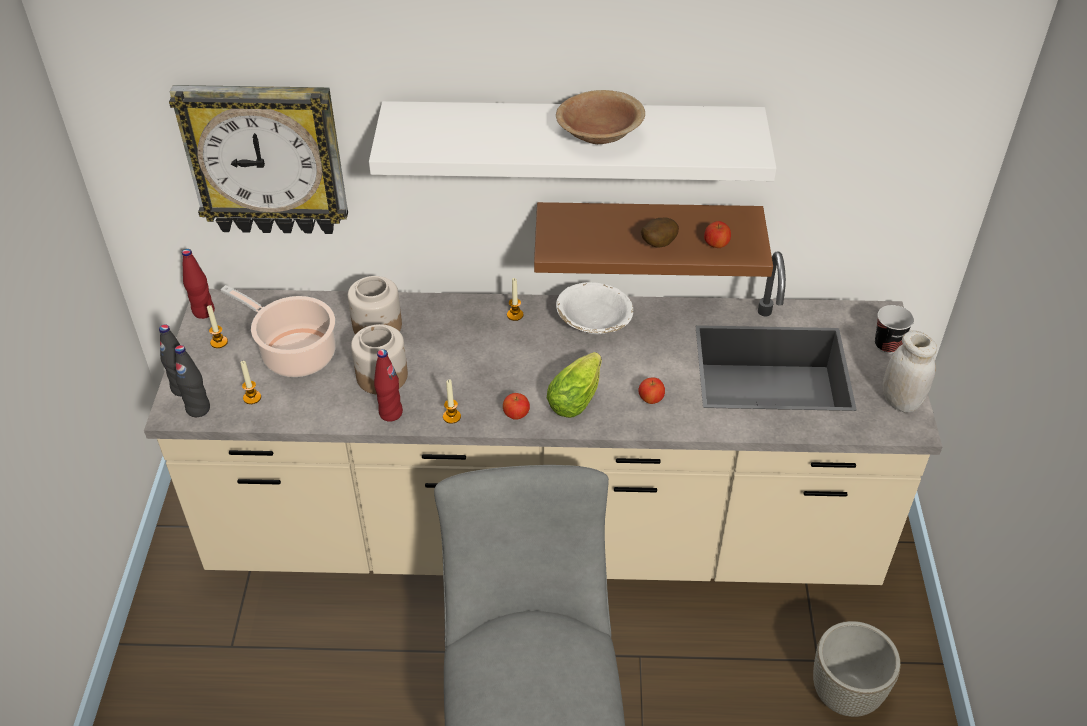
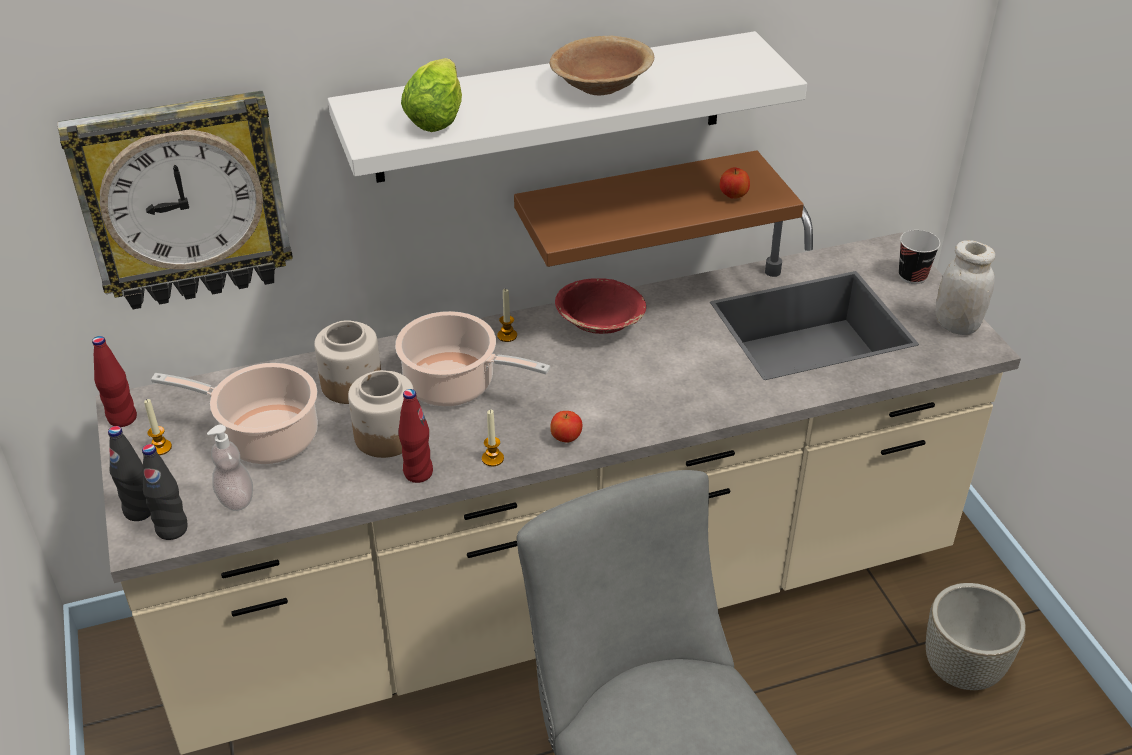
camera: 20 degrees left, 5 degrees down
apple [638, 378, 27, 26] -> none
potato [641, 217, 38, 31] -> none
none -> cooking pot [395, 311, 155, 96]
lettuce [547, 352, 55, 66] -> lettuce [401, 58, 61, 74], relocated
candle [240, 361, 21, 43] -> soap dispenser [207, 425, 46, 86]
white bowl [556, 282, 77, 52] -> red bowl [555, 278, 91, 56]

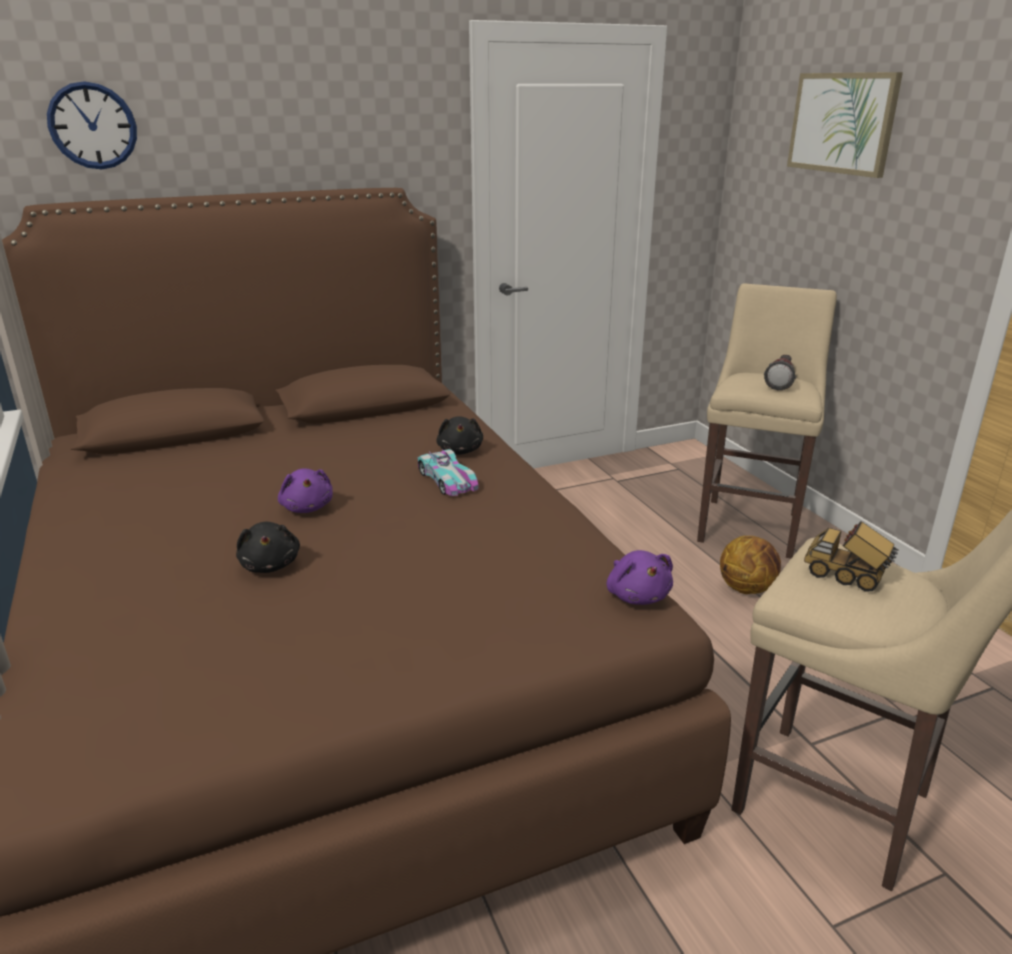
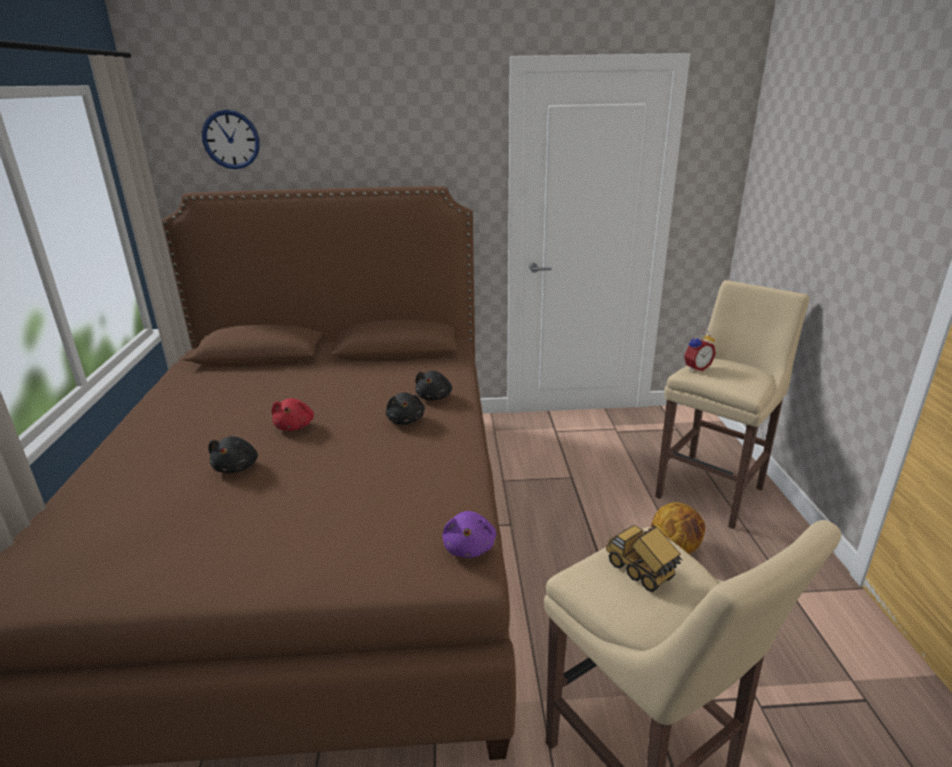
camera: 20 degrees right, 0 degrees up
flashlight [764, 355, 32, 35] -> none
picture [787, 72, 116, 106] -> none
none -> alarm clock [684, 331, 32, 40]
toy car [418, 449, 61, 47] -> black plush toy [385, 393, 40, 32]
purple plush toy [278, 468, 55, 45] -> red plush toy [272, 398, 42, 33]

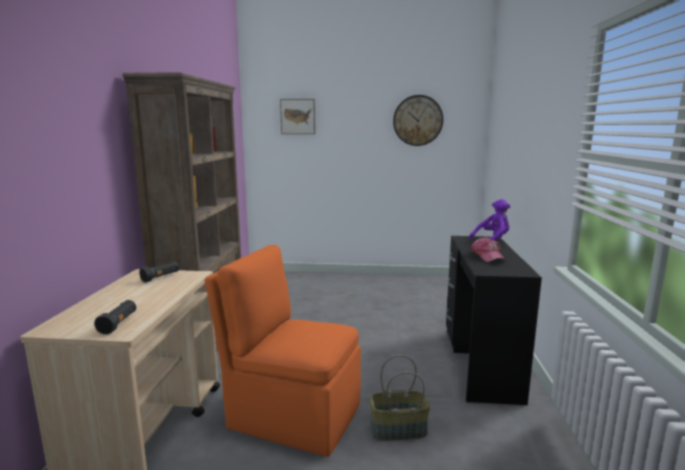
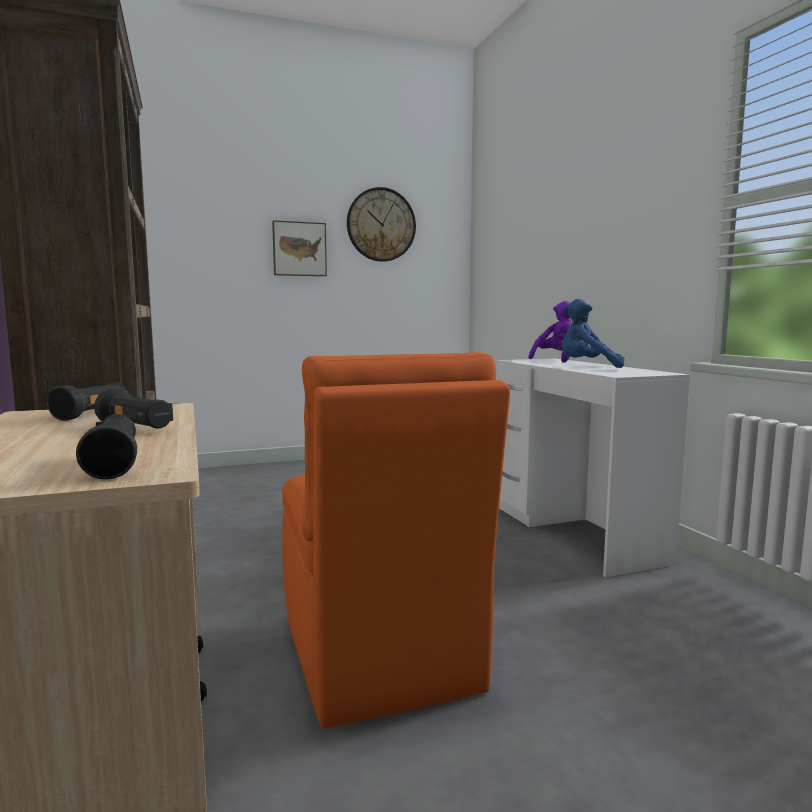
camera: 25 degrees left, 5 degrees down
basket [369, 355, 61, 86] -> none
none -> black flashlight [94, 388, 79, 41]
picture [280, 99, 35, 35] -> picture [272, 220, 55, 56], relocated
cap [471, 237, 35, 25] -> blue plush toy [562, 299, 63, 69]
black desk [446, 236, 96, 169] -> white desk [496, 358, 194, 219]
orange chair [205, 245, 156, 212] -> orange chair [282, 352, 228, 376], 105 degrees counterclockwise

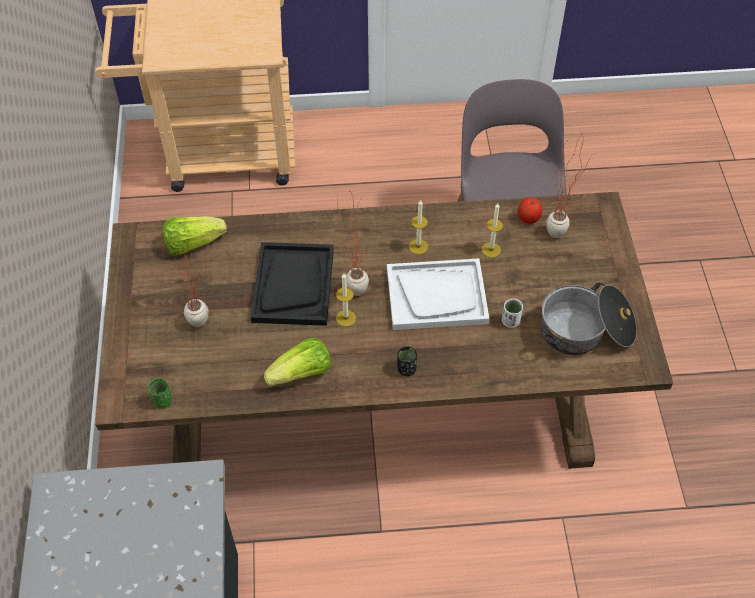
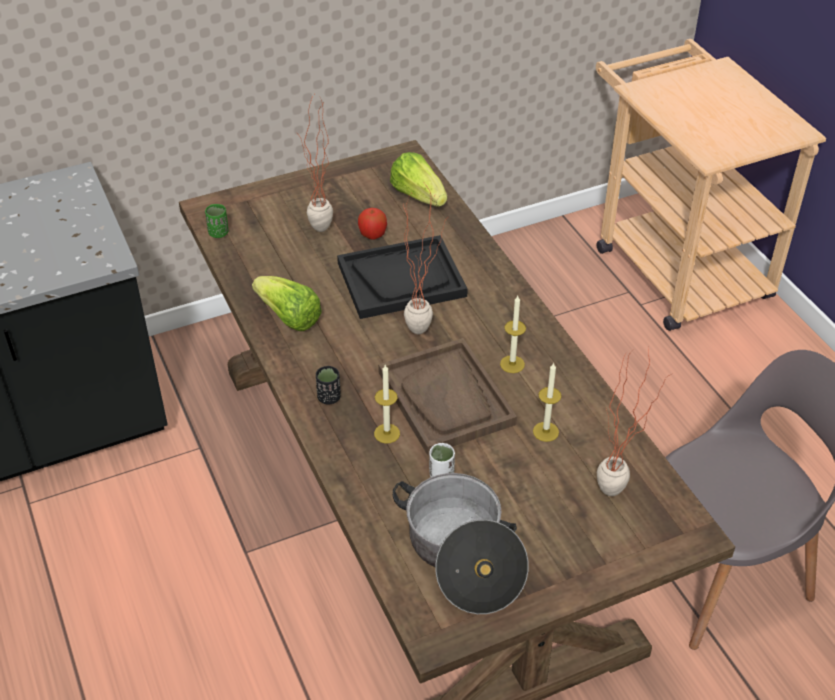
camera: 70 degrees right, 10 degrees down
candle [336, 273, 20, 54] -> candle [374, 365, 26, 79], relocated
apple [518, 197, 24, 27] -> apple [358, 208, 29, 32], relocated
white tray [387, 258, 102, 72] -> brown tray [378, 338, 139, 117]

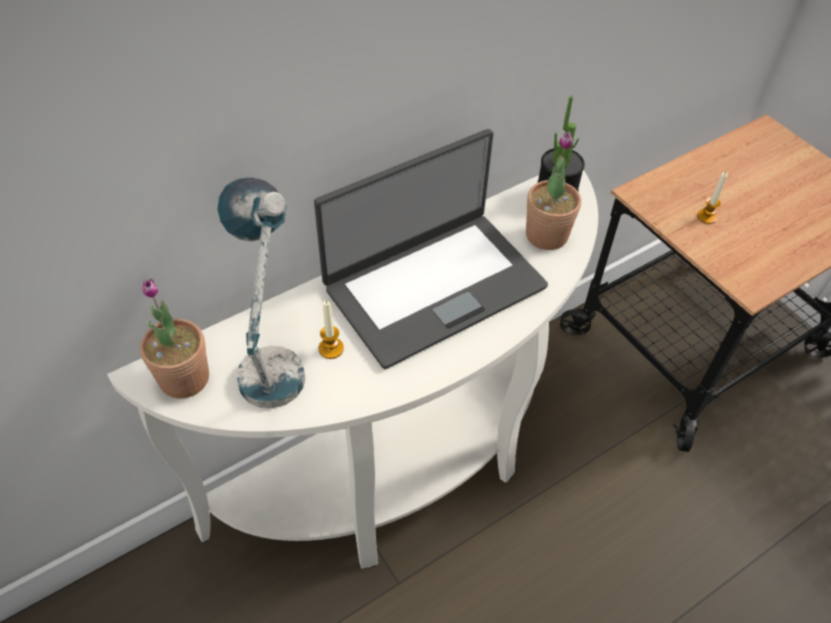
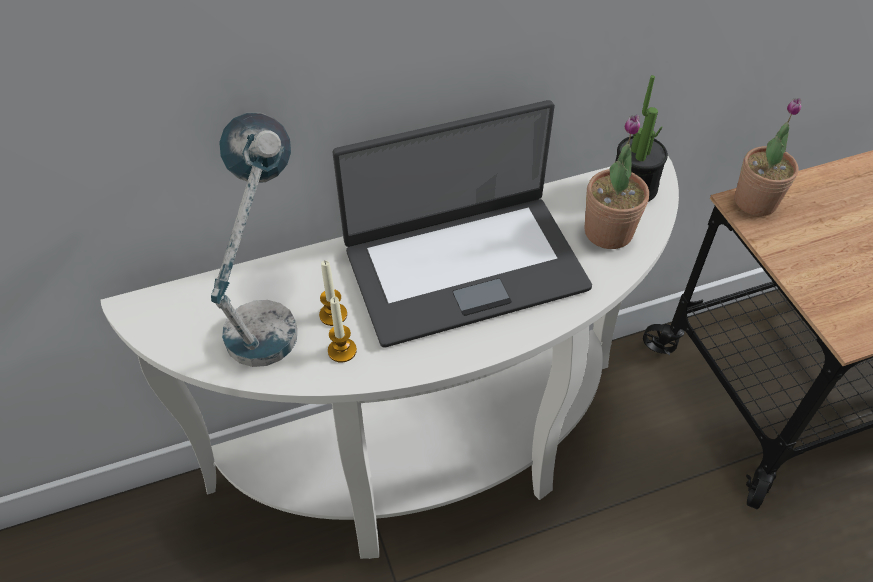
camera: 15 degrees right, 0 degrees up
potted plant [140, 278, 69, 120] -> potted plant [735, 98, 66, 118], relocated
candle [697, 172, 31, 52] -> candle [328, 297, 29, 66], relocated

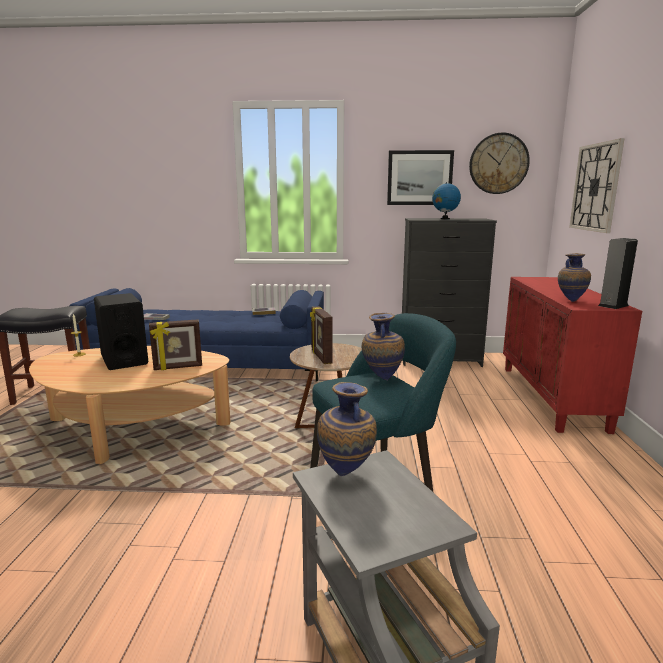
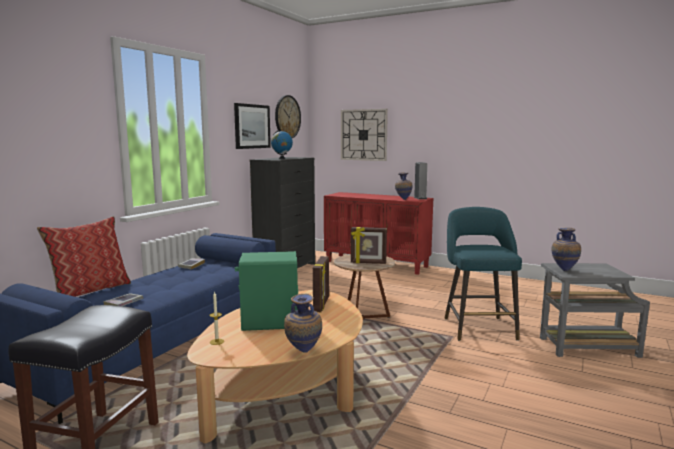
camera: 65 degrees left, 5 degrees down
none -> pillow [37, 216, 94, 81]
vase [362, 313, 43, 68] -> vase [284, 294, 38, 59], relocated
black speaker [94, 293, 54, 77] -> green speaker [235, 251, 63, 80]

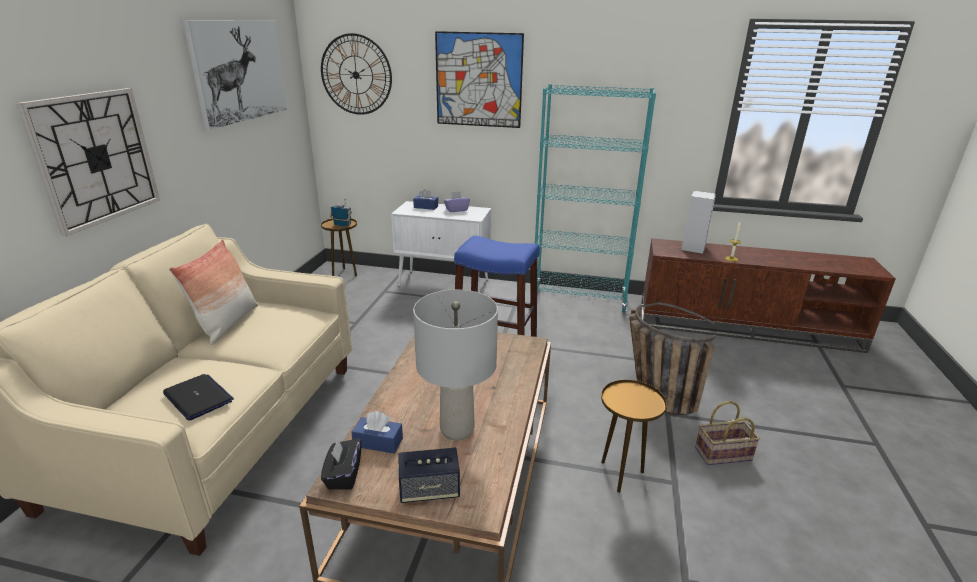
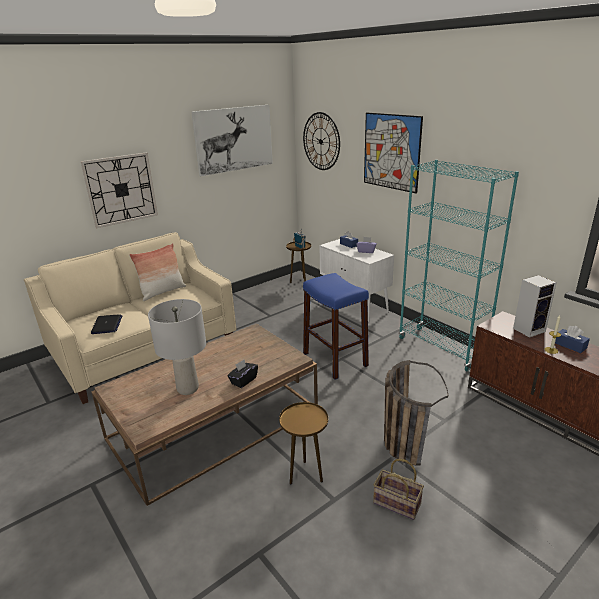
camera: 40 degrees right, 0 degrees up
speaker [399, 448, 61, 55] -> none
black tissue box [321, 438, 40, 52] -> black tissue box [227, 360, 31, 28], relocated
blue tissue box [351, 411, 52, 43] -> blue tissue box [555, 326, 35, 27], relocated

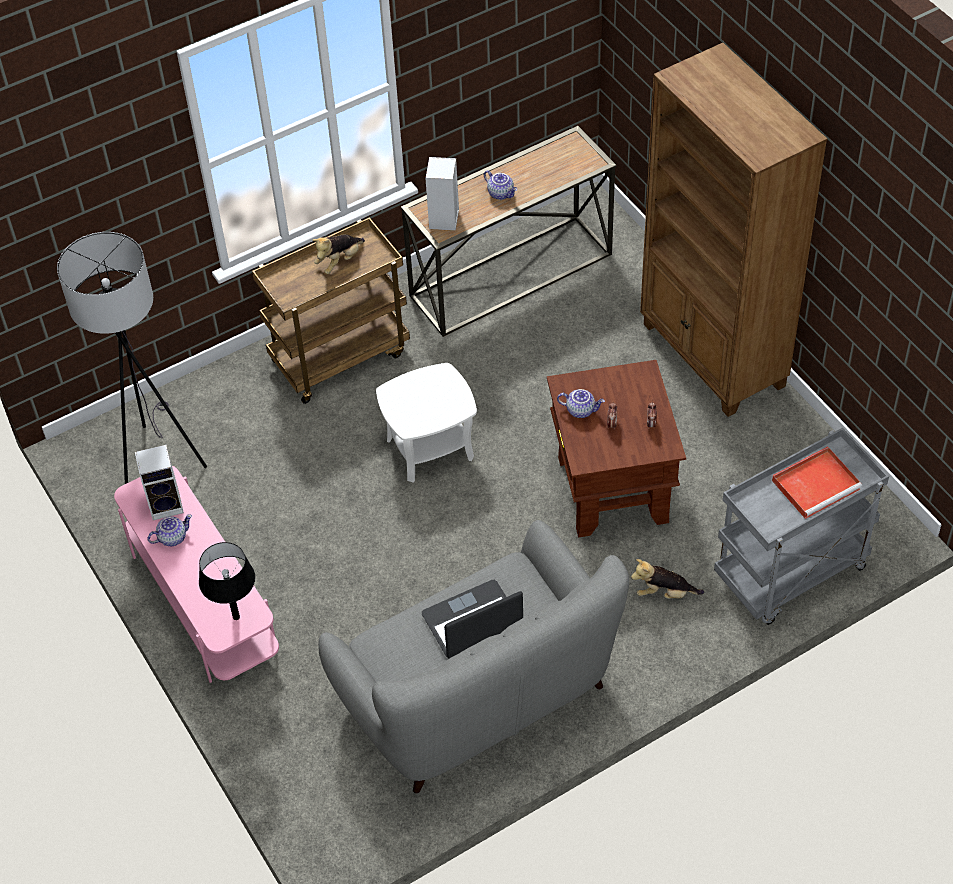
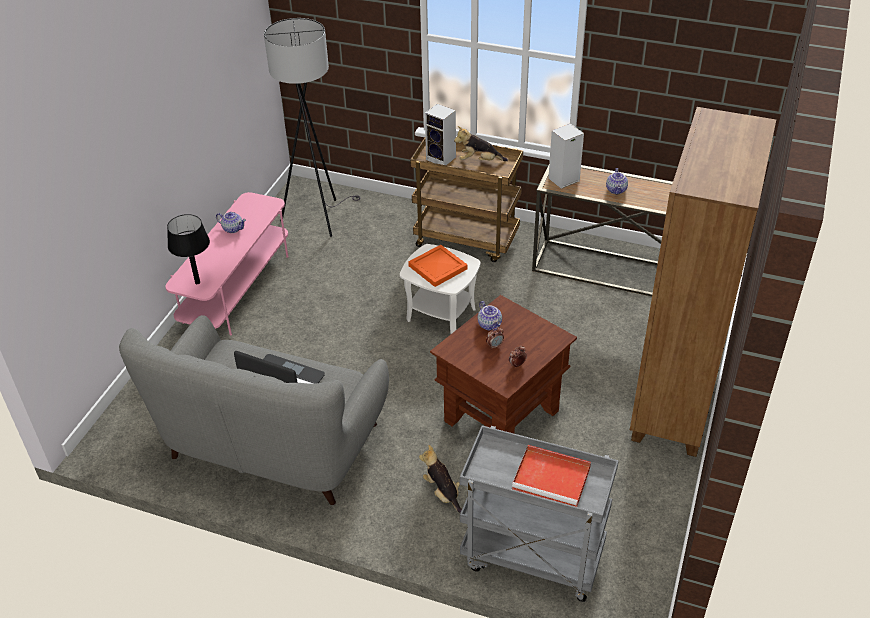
camera: 50 degrees right, 10 degrees down
none -> orange tray [408, 245, 60, 42]
speaker [135, 445, 49, 75] -> speaker [425, 104, 31, 61], relocated

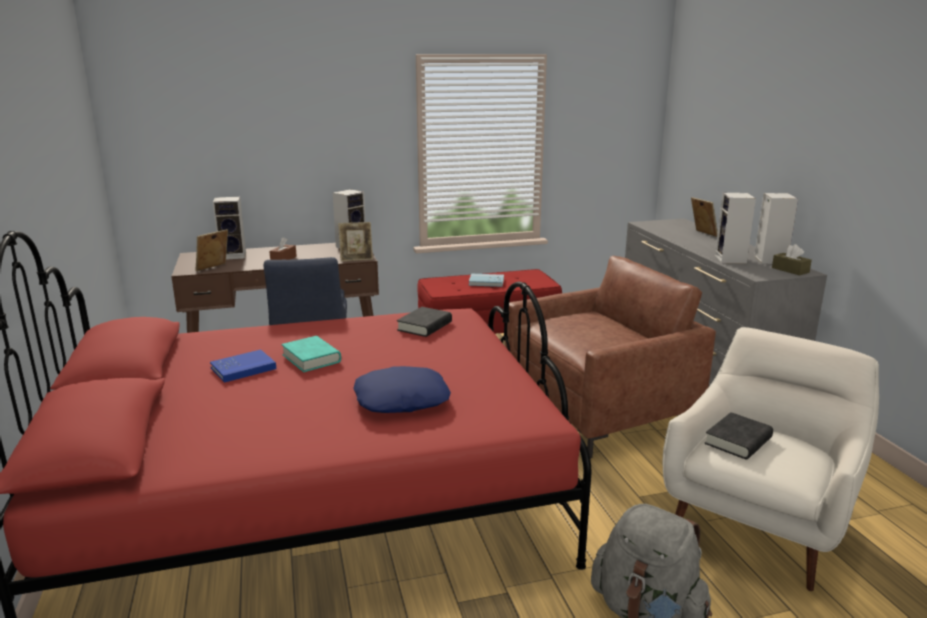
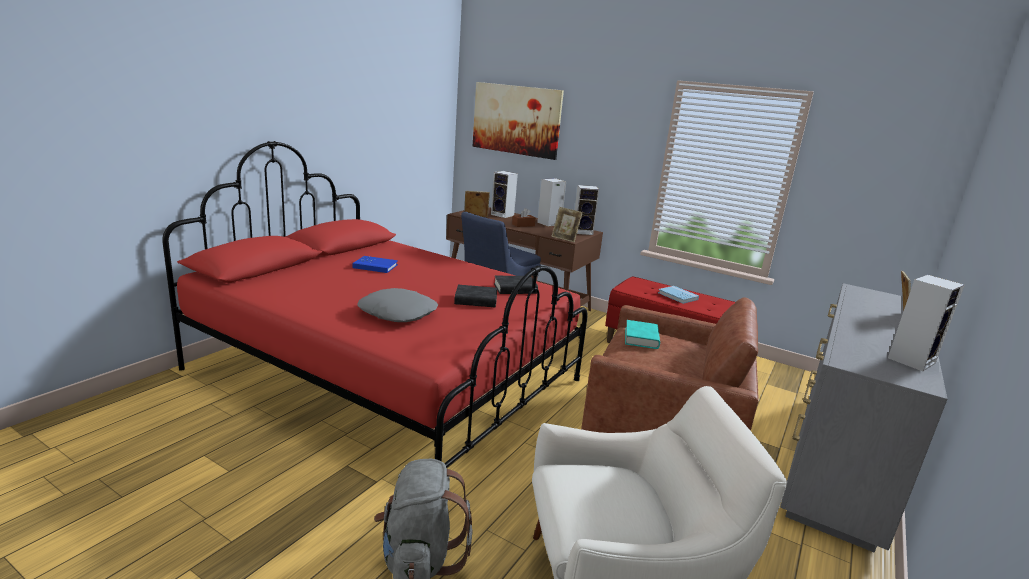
camera: 45 degrees right, 0 degrees up
brown tissue box [772, 244, 40, 31] -> none
none -> picture [472, 82, 92, 78]
turquoise book [281, 336, 60, 36] -> turquoise book [625, 320, 35, 29], relocated
black book [704, 412, 69, 47] -> black book [454, 285, 44, 22], relocated
speaker [715, 193, 41, 71] -> speaker [537, 178, 29, 49], relocated
blue pillow [353, 366, 98, 47] -> grey pillow [357, 288, 81, 34]

